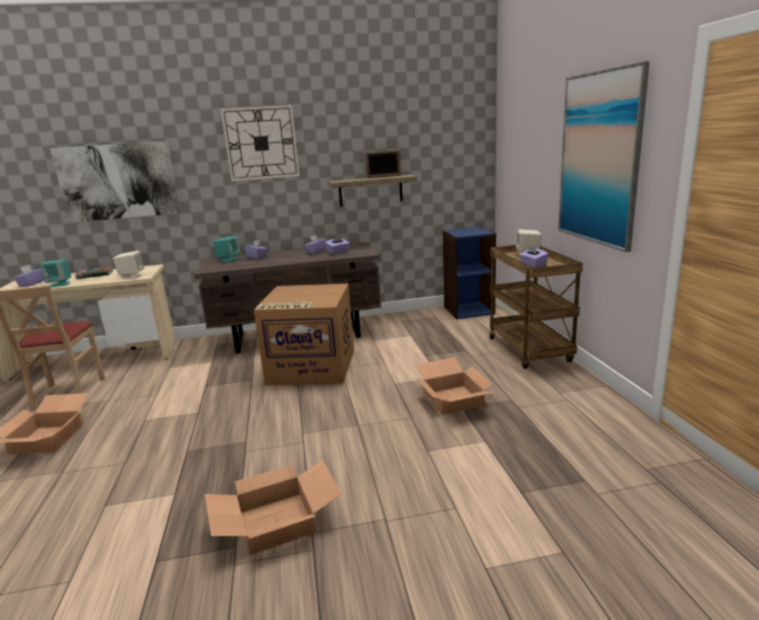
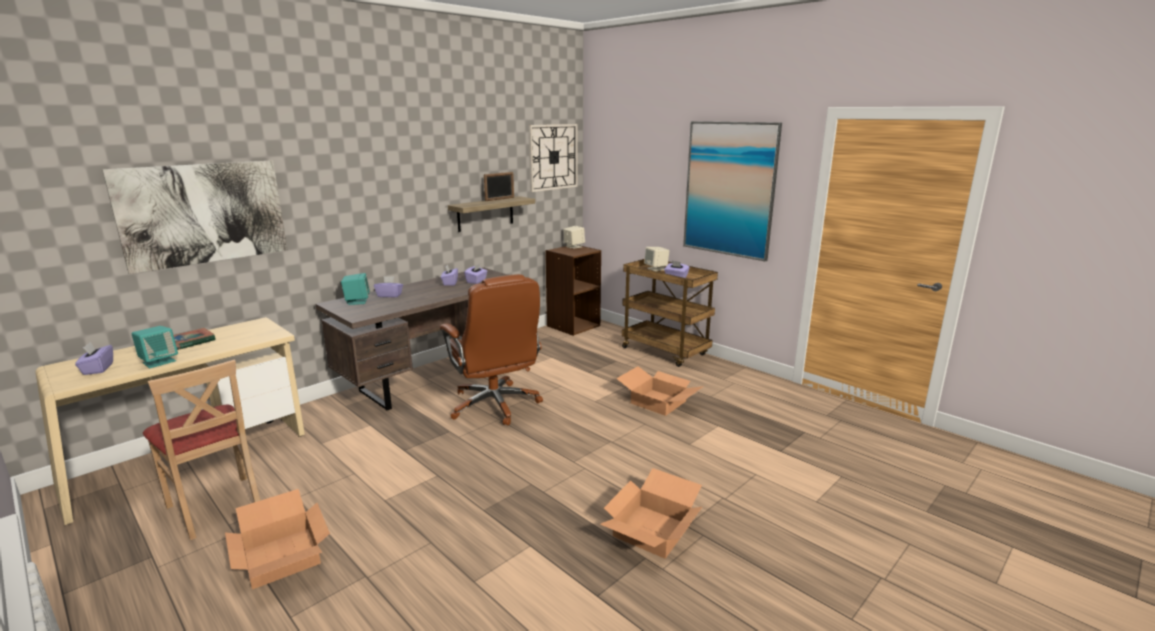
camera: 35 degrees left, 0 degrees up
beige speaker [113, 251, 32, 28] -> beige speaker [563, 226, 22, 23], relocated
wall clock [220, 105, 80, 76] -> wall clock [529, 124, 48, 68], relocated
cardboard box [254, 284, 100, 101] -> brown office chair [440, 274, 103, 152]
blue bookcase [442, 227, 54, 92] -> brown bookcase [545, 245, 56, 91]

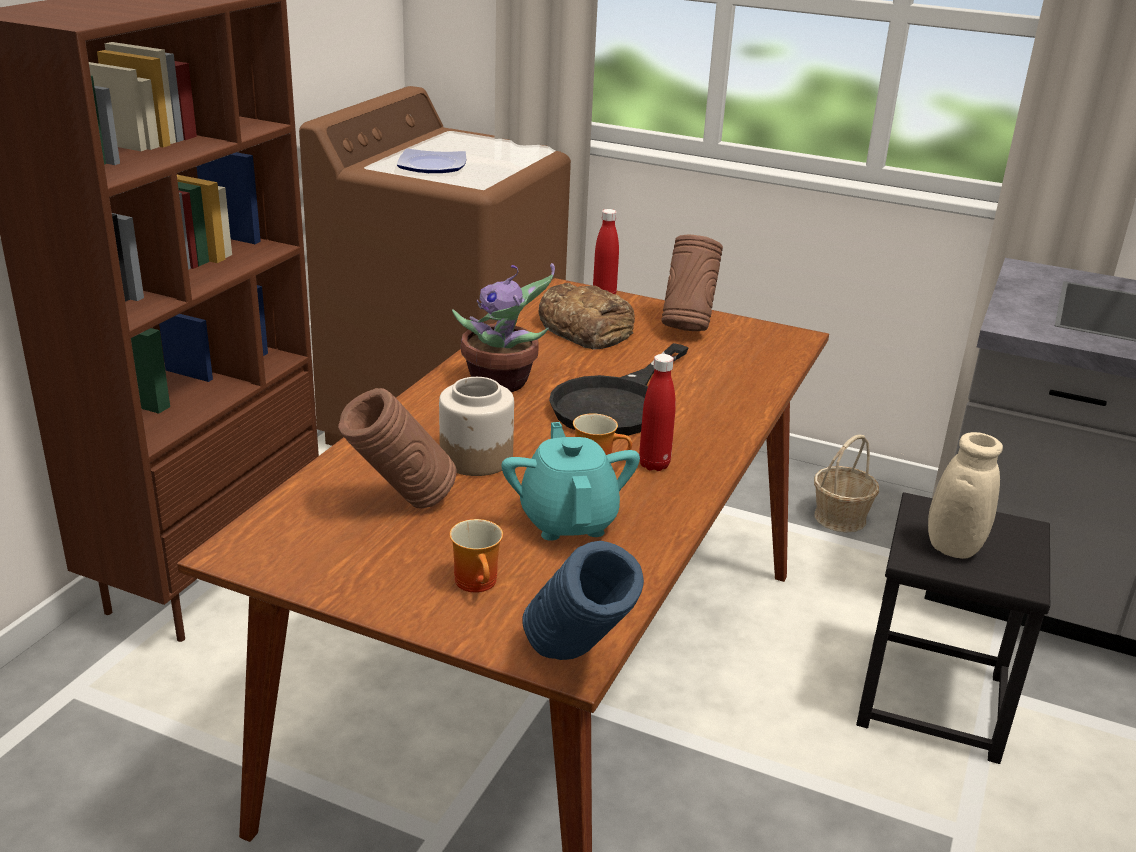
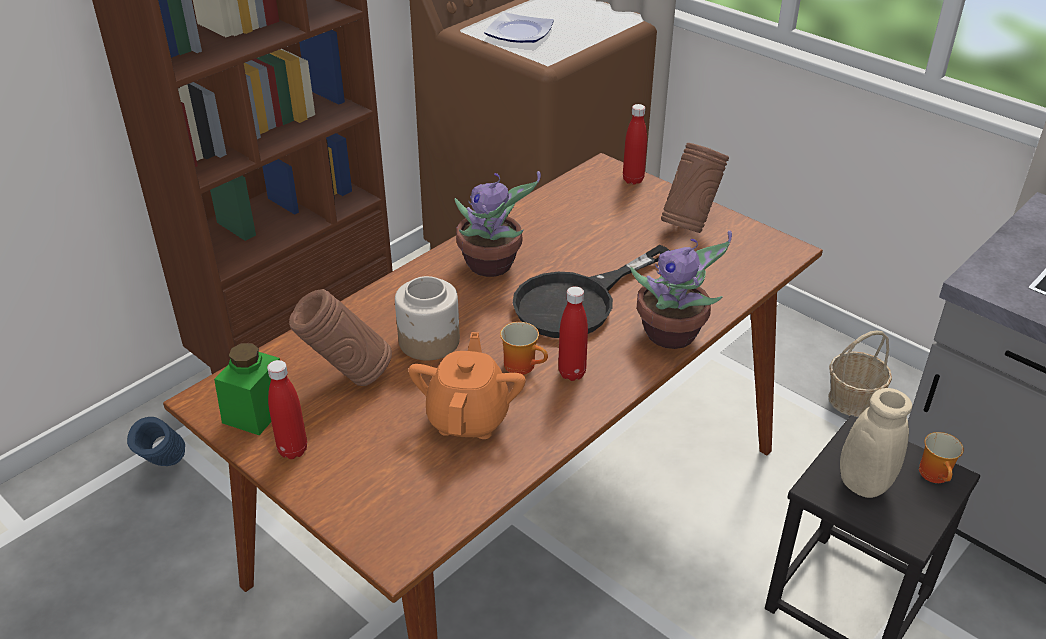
camera: 20 degrees right, 10 degrees up
bread [539, 283, 96, 67] -> none
none -> green jar [214, 343, 66, 92]
none -> red bottle [267, 360, 40, 99]
none -> potted plant [630, 231, 102, 118]
mug [449, 519, 54, 74] -> mug [919, 432, 45, 51], relocated
blue vase [522, 541, 122, 119] -> blue vase [127, 417, 58, 49], relocated
turquoise teapot [502, 422, 138, 119] -> orange teapot [408, 332, 118, 107]

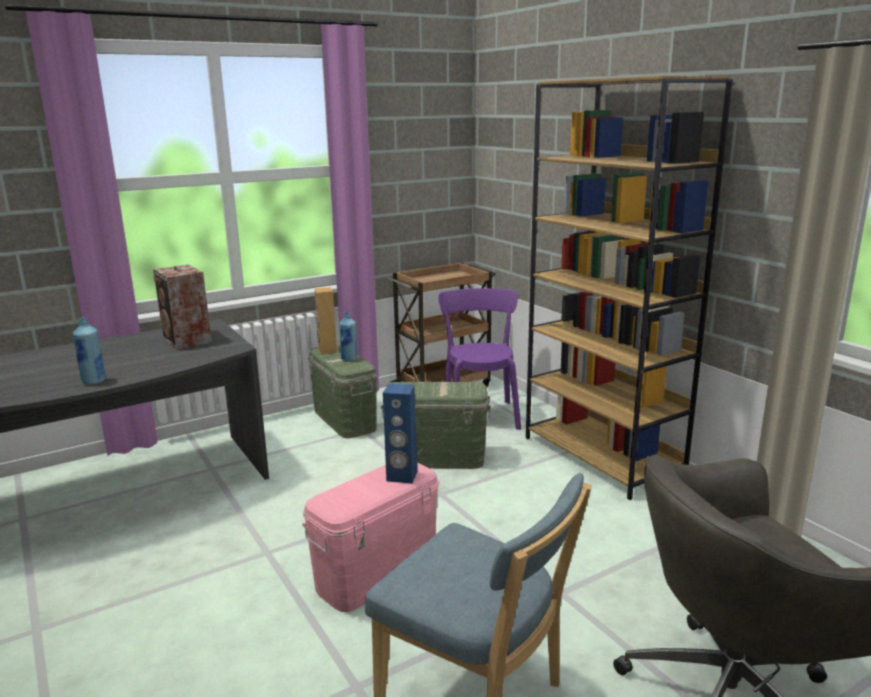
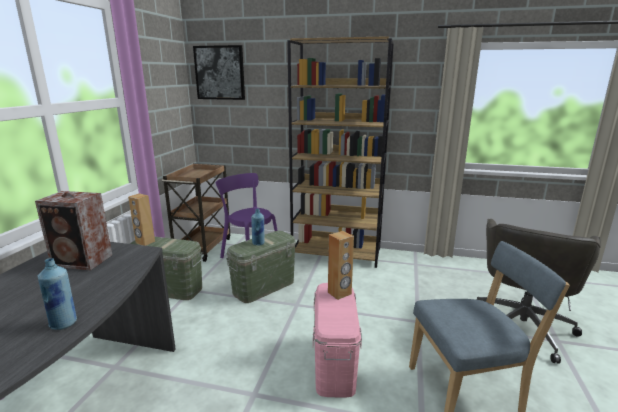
camera: 45 degrees left, 0 degrees up
none -> picture [193, 45, 52, 55]
blue bottle [339, 312, 18, 50] -> blue bottle [251, 208, 14, 37], relocated
blue speaker [383, 383, 34, 100] -> brown speaker [328, 231, 26, 69]

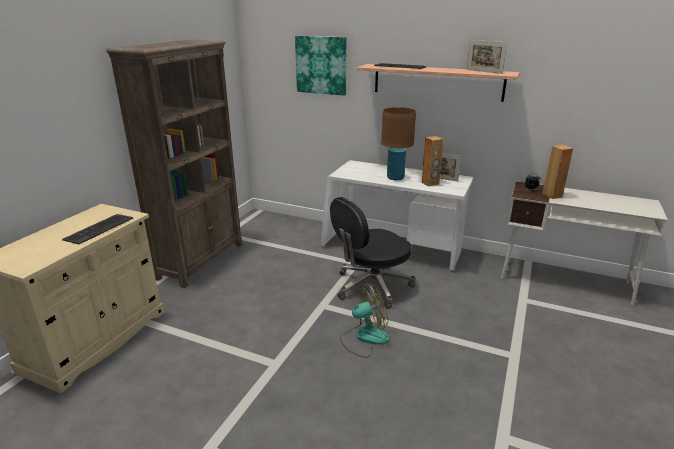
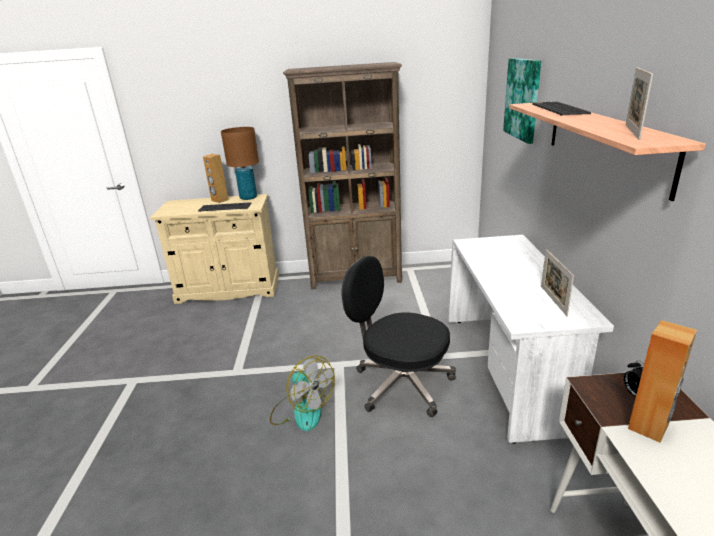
camera: 65 degrees right, 0 degrees up
brown table lamp [381, 107, 35, 73] -> brown table lamp [221, 127, 38, 73], relocated
brown speaker [422, 136, 22, 51] -> brown speaker [203, 154, 26, 49], relocated

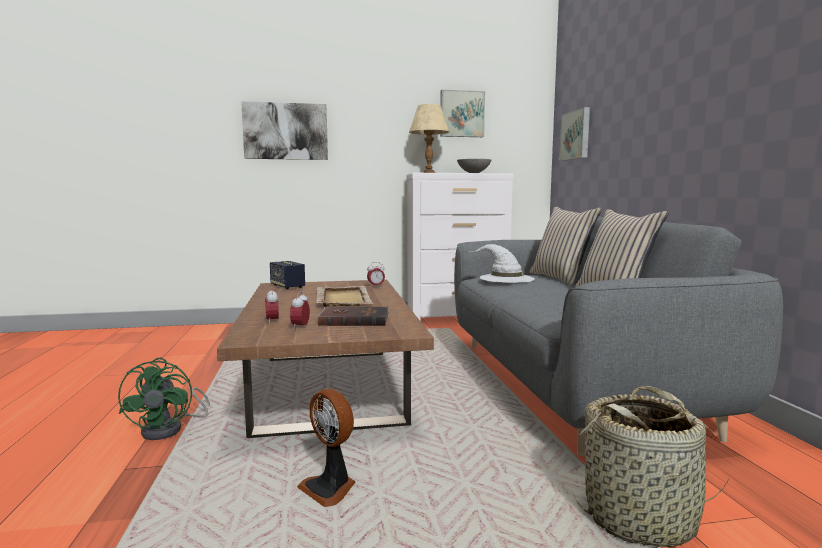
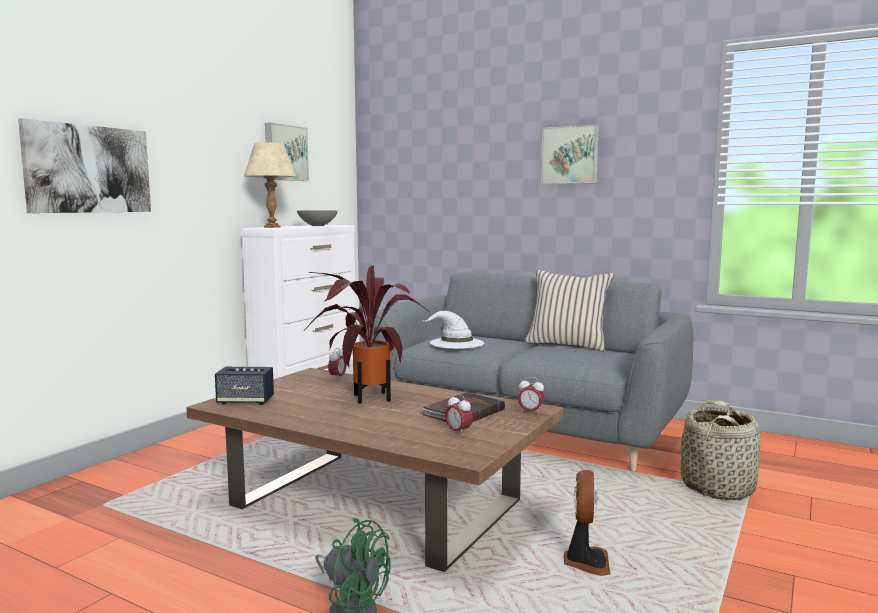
camera: 50 degrees left, 0 degrees up
beige pillow [530, 207, 72, 79] -> none
alarm clock [265, 287, 14, 37] -> alarm clock [518, 377, 27, 38], relocated
picture [559, 107, 31, 54] -> picture [541, 125, 58, 59], relocated
beige tray [317, 286, 57, 21] -> potted plant [305, 265, 124, 139]
fan [297, 389, 59, 118] -> fan [564, 470, 47, 106], 75 degrees counterclockwise

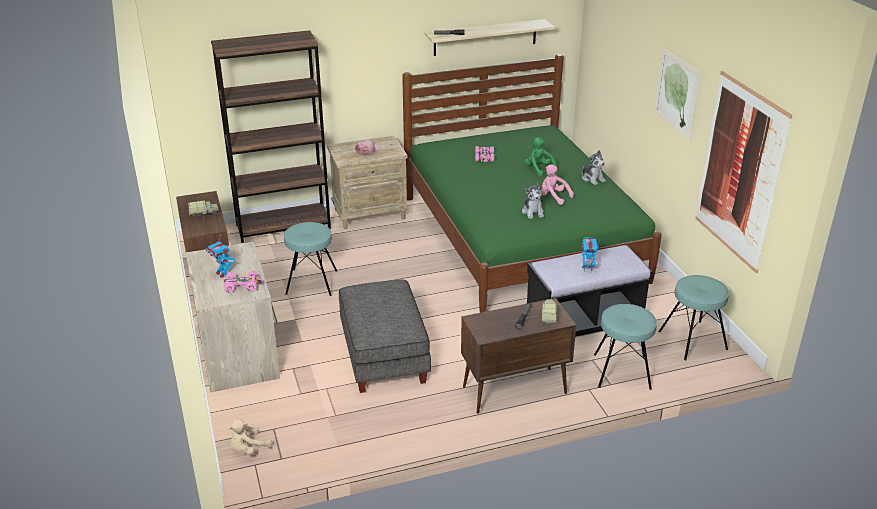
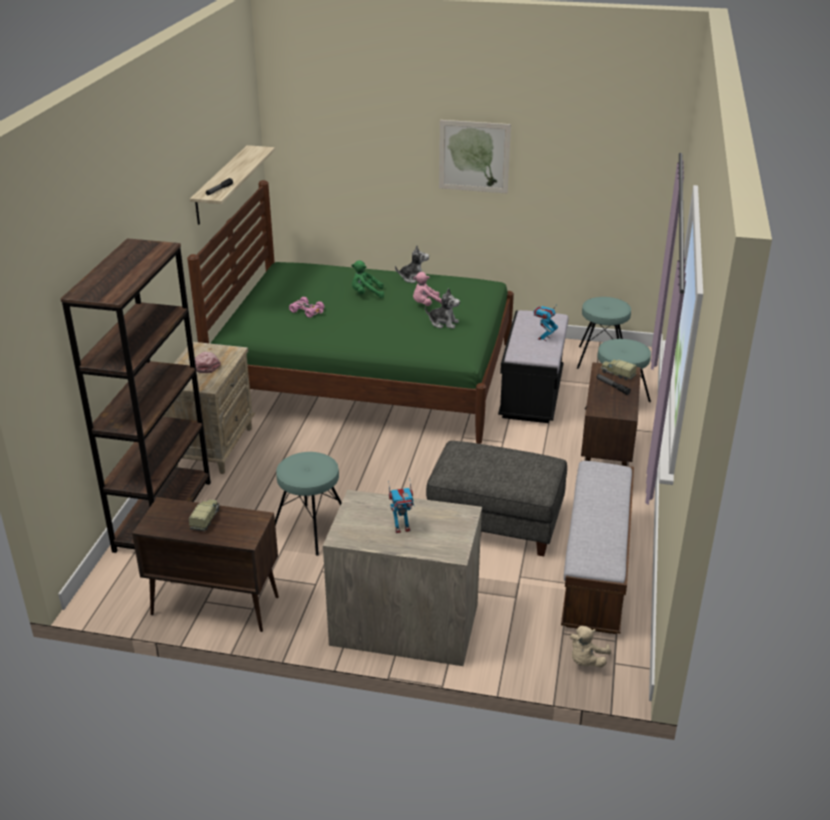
camera: 60 degrees left, 0 degrees up
pink toy car [224, 271, 39, 22] -> none
picture [695, 71, 97, 202] -> none
none -> bench [561, 461, 73, 173]
beige plush toy [228, 418, 44, 38] -> beige plush toy [570, 626, 41, 41], 45 degrees clockwise

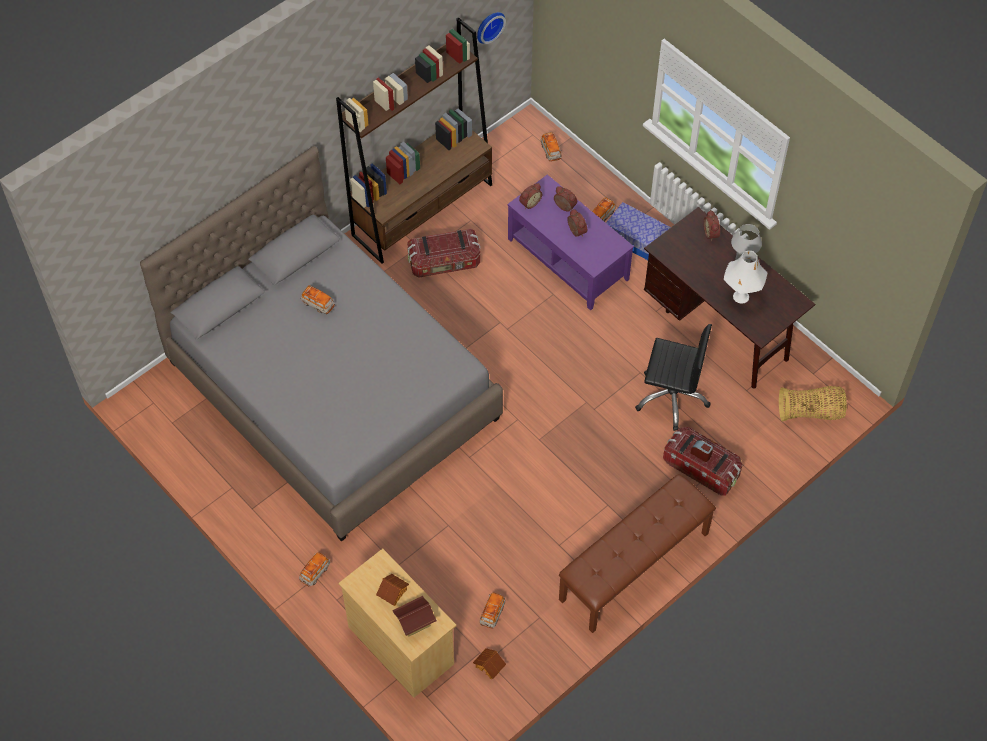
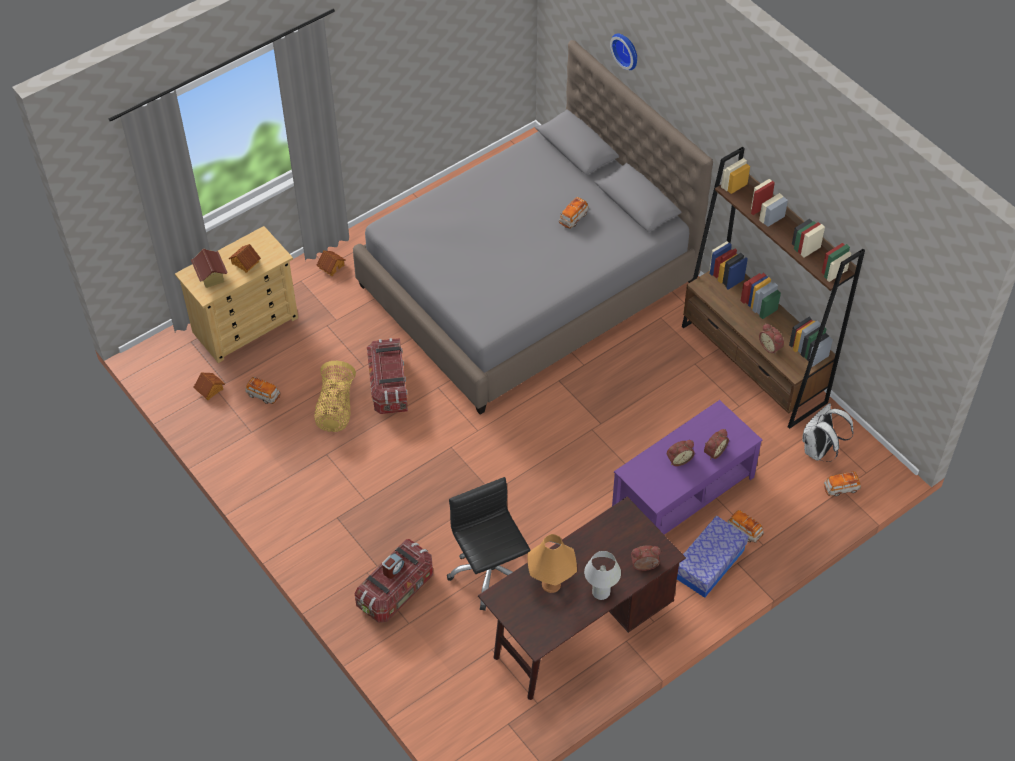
camera: 95 degrees right, 5 degrees down
brown bench [559, 474, 157, 159] -> none
none -> white backpack [802, 403, 52, 59]
storage box [407, 229, 73, 48] -> storage box [367, 338, 41, 76], relocated
wall clock [477, 12, 29, 32] -> wall clock [610, 34, 27, 36], relocated
alarm clock [519, 183, 23, 26] -> alarm clock [759, 323, 25, 31], relocated
basket [779, 386, 68, 36] -> basket [315, 361, 41, 71], relocated
toy car [299, 552, 32, 35] -> toy house [316, 250, 30, 26]
white table lamp [724, 251, 43, 53] -> orange table lamp [527, 534, 50, 59]
black office chair [635, 324, 77, 107] -> black office chair [447, 477, 83, 134], 135 degrees clockwise

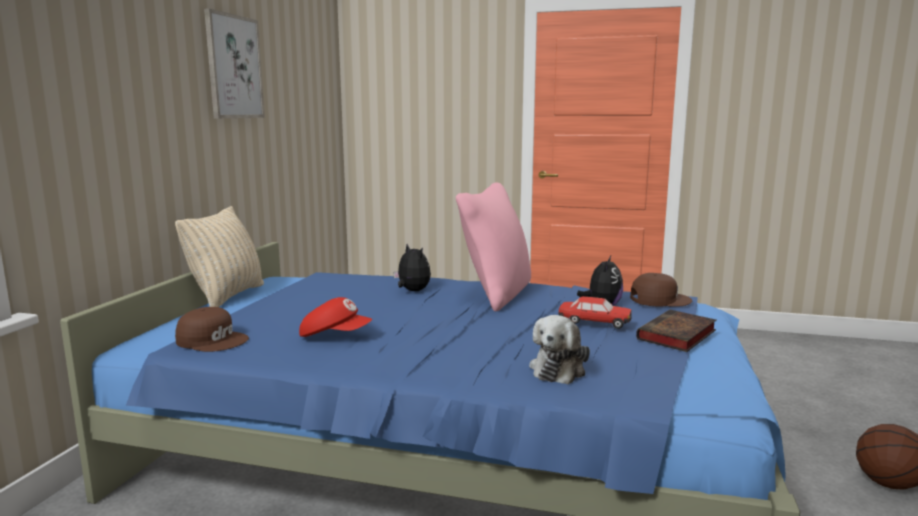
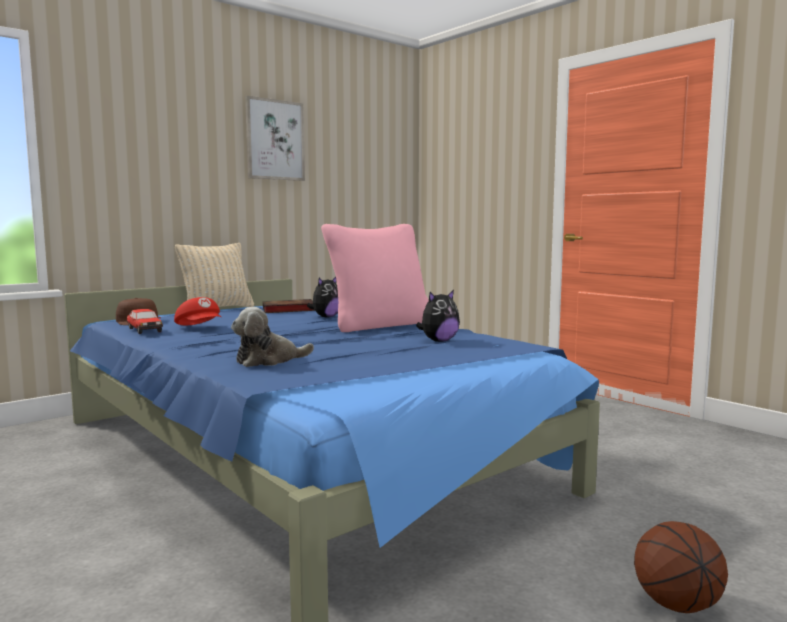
camera: 35 degrees right, 5 degrees down
brown cap [630, 273, 62, 34] -> none
toy car [558, 296, 74, 33] -> toy car [127, 309, 36, 25], relocated
book [636, 310, 81, 42] -> book [263, 299, 52, 14], relocated
plush toy [393, 244, 38, 47] -> plush toy [307, 277, 31, 41], 45 degrees clockwise

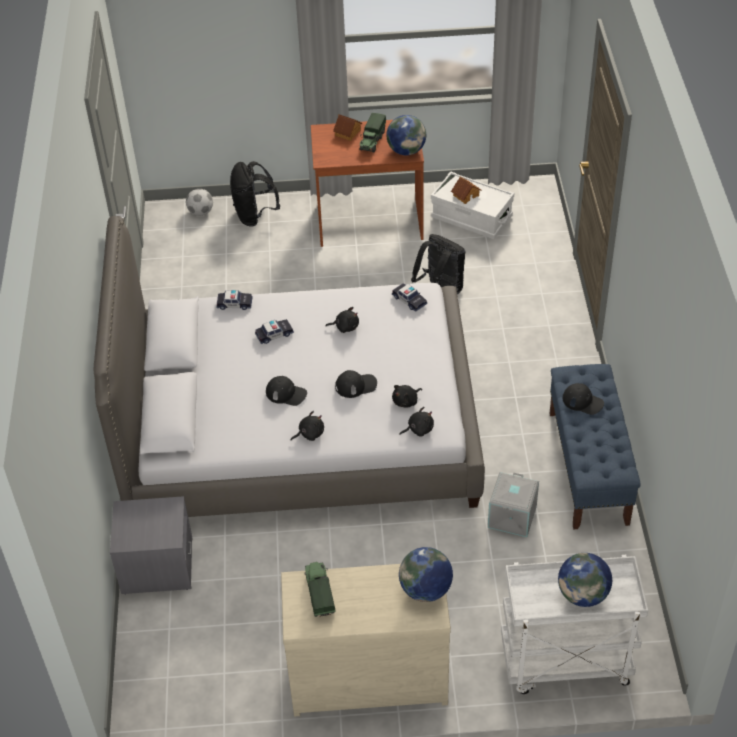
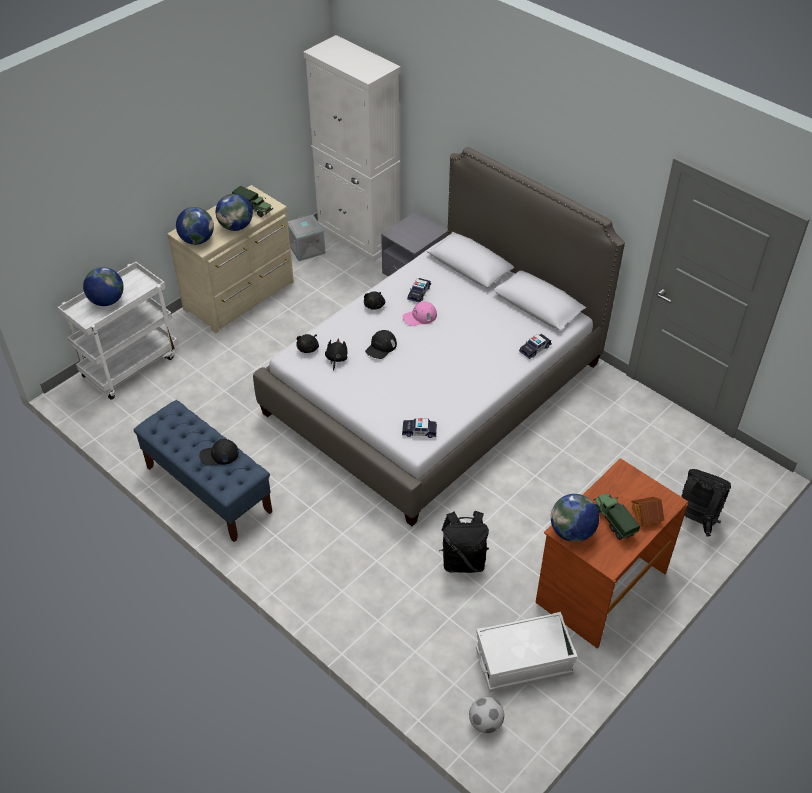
camera: 135 degrees right, 0 degrees up
black plush toy [326, 307, 33, 26] -> none
toy house [451, 177, 30, 27] -> none
none -> globe [216, 194, 37, 37]
none -> white cabinet [303, 35, 98, 227]
football [186, 189, 27, 27] -> football [469, 697, 35, 36], relocated
toy car [255, 319, 39, 25] -> toy car [407, 278, 24, 25], relocated
grey storage box [488, 472, 51, 65] -> grey storage box [288, 215, 38, 46], relocated
black cap [266, 376, 41, 30] -> pink cap [402, 302, 35, 24]

